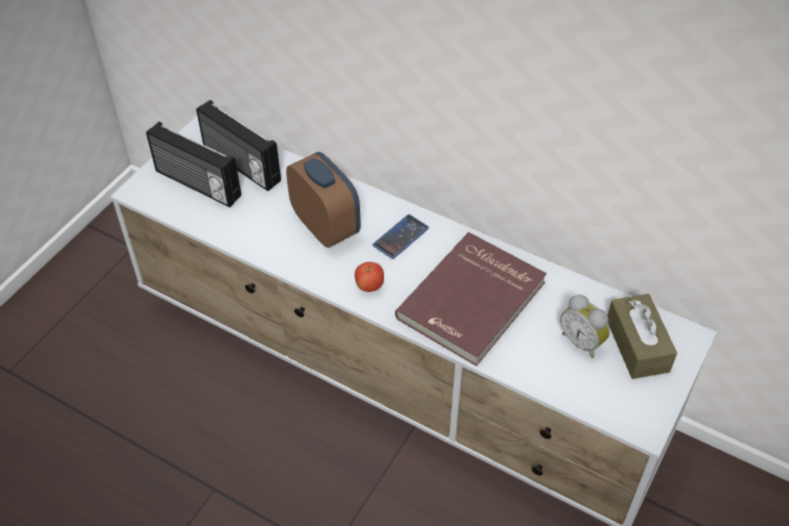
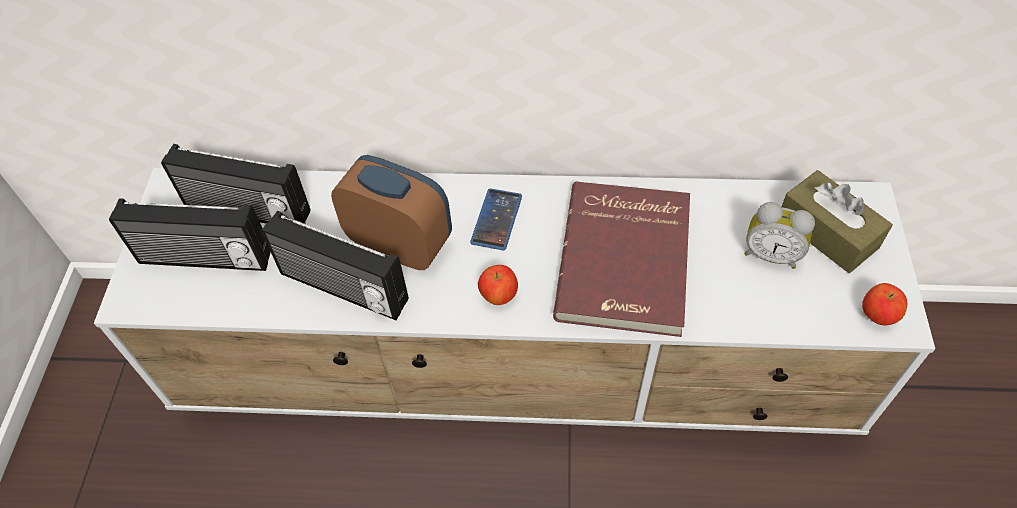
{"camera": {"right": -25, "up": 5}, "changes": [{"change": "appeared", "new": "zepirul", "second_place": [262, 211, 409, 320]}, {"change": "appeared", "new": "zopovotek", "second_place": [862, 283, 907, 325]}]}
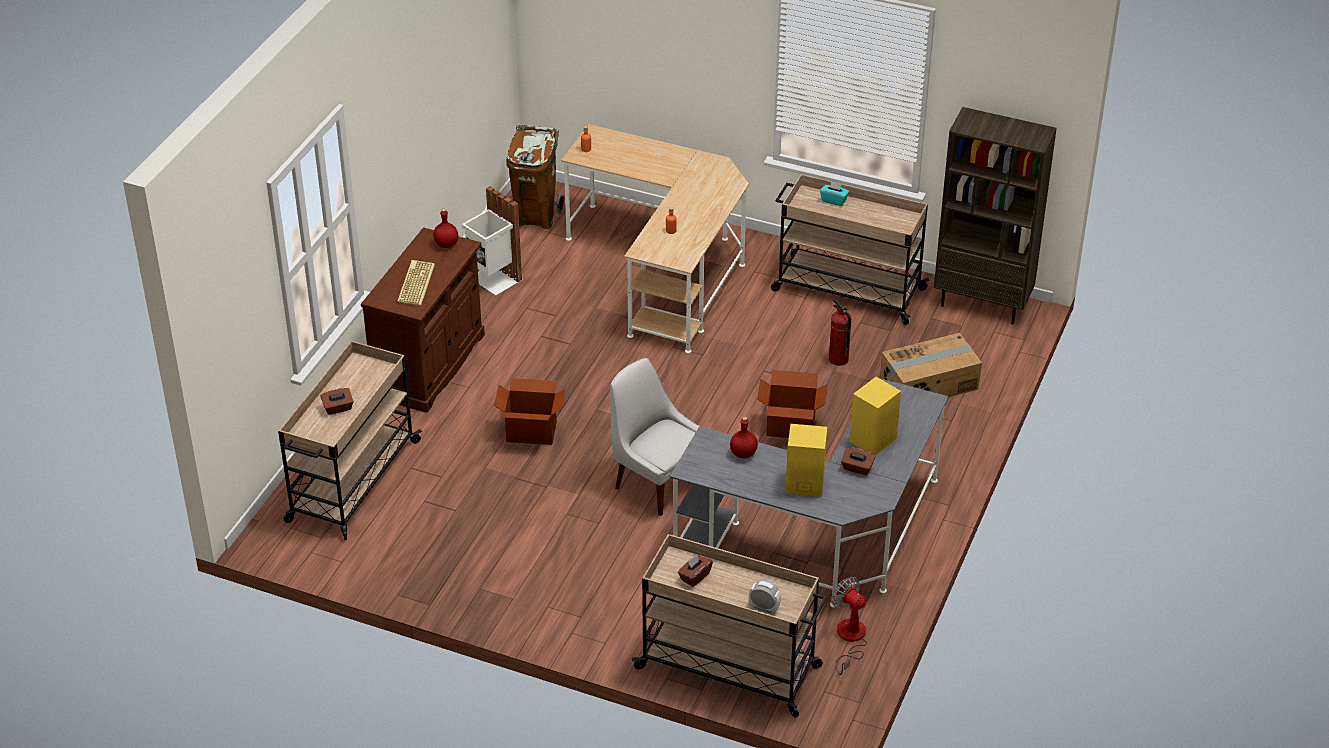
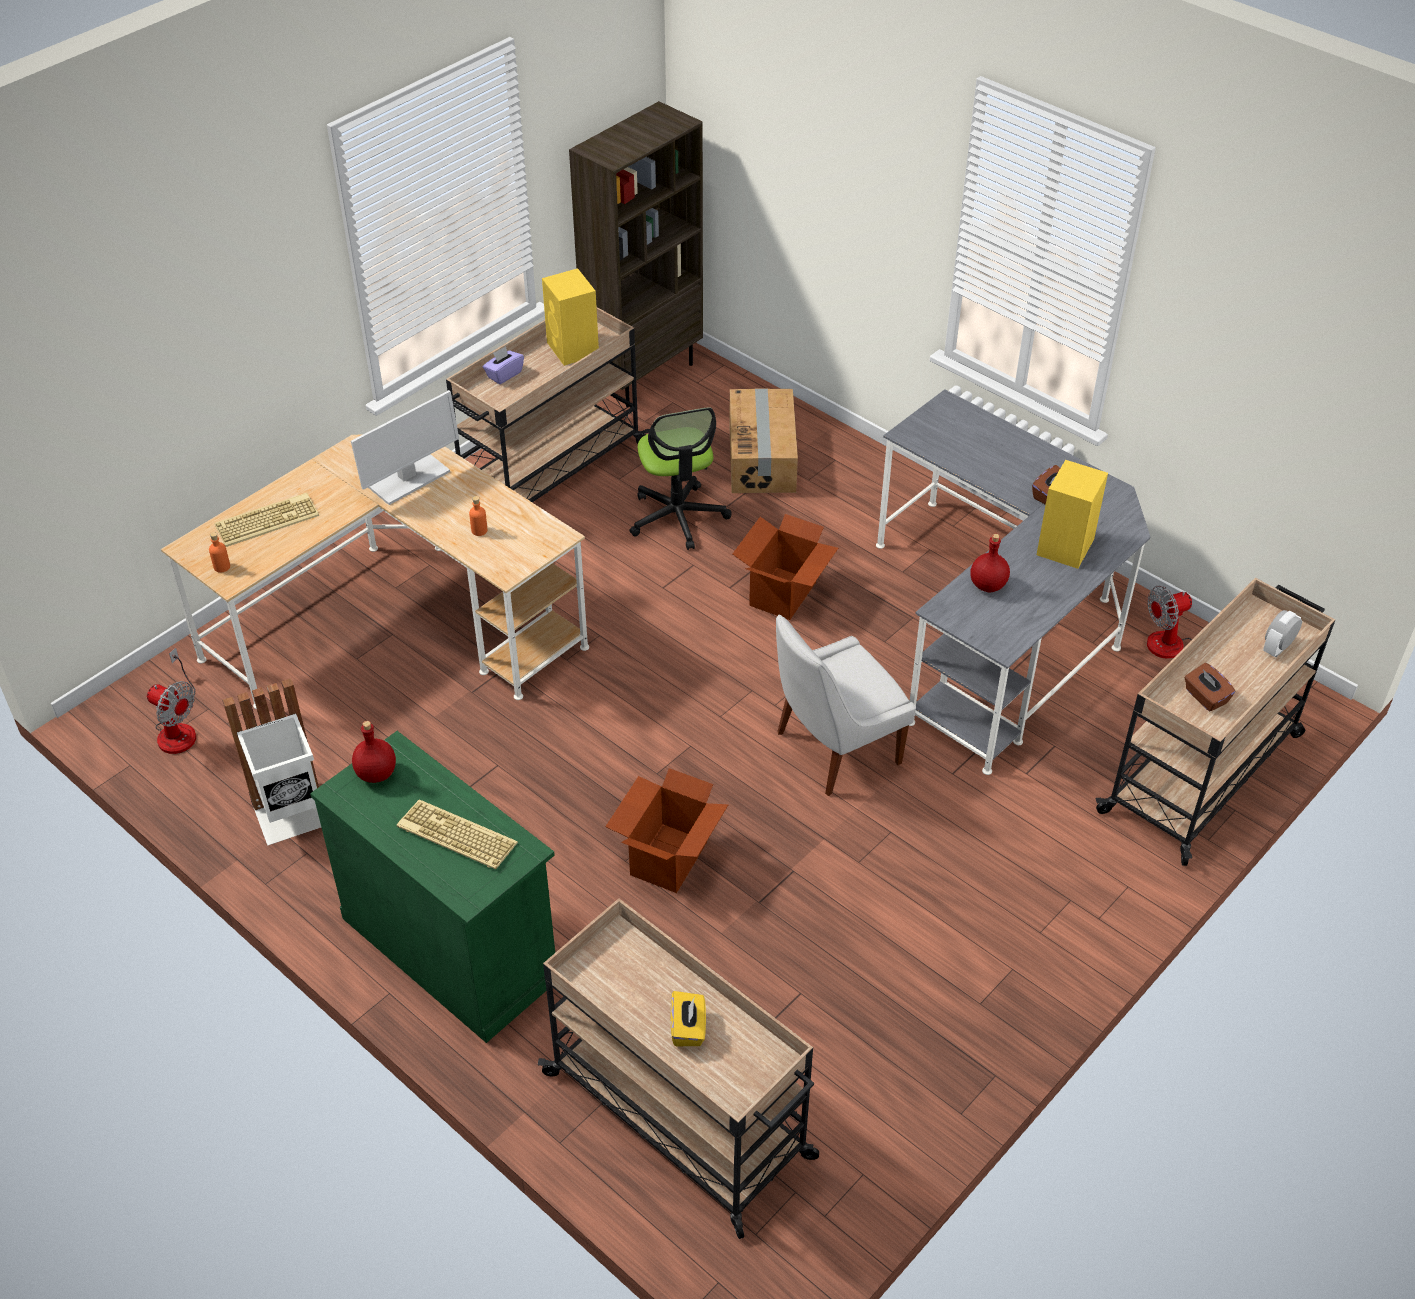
{"camera": {"right": -70, "up": 5}, "changes": [{"change": "appeared", "new": "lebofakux", "second_place": [214, 493, 319, 547]}, {"change": "appeared", "new": "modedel", "second_place": [351, 390, 459, 505]}, {"change": "relocated", "old": "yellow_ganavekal", "first_place": [850, 377, 901, 455], "second_place": [542, 268, 599, 366]}, {"change": "exchanged", "old": "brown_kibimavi", "new": "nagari", "first_place": [506, 125, 564, 229], "second_place": [147, 647, 196, 754]}, {"change": "exchanged", "old": "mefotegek", "new": "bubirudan", "first_place": [829, 298, 851, 366], "second_place": [629, 407, 731, 550]}, {"change": "colour", "old": "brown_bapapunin", "new": "yellow_bapapunin", "first_place": [320, 388, 354, 415], "second_place": [671, 991, 706, 1046]}, {"change": "colour", "old": "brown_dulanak", "new": "green_dulanak", "first_place": [361, 227, 485, 413], "second_place": [310, 731, 555, 1043]}, {"change": "colour", "old": "turquoise_bapapunin", "new": "purple_bapapunin", "first_place": [820, 181, 850, 206], "second_place": [483, 346, 524, 384]}]}
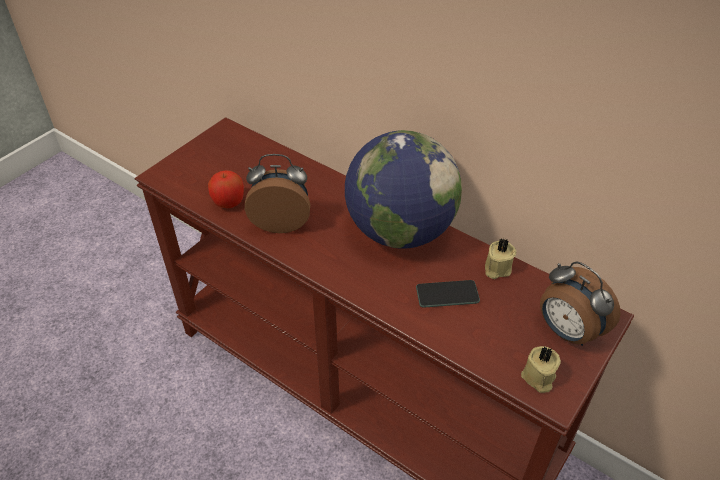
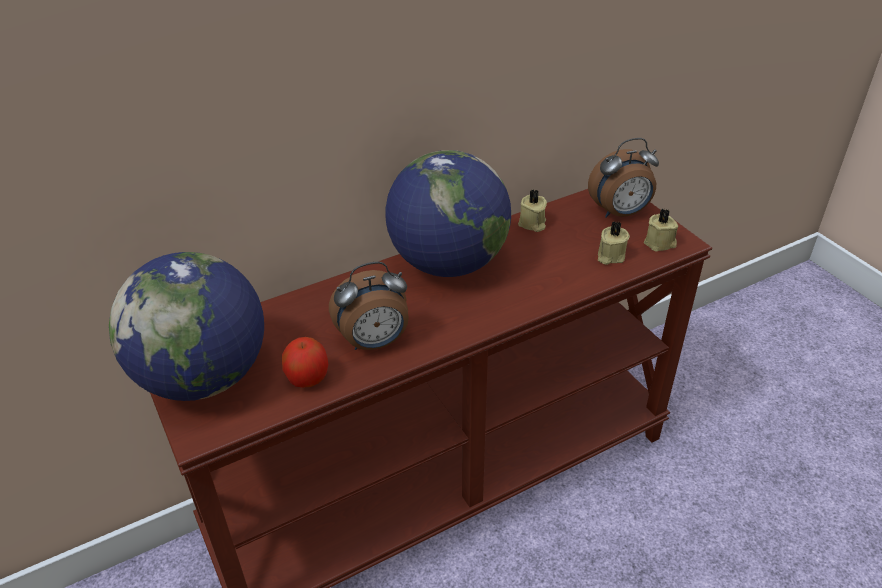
{"camera": {"right": -65, "up": -5}, "changes": [{"change": "missing", "old": "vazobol", "first_place": [416, 280, 480, 308]}, {"change": "appeared", "new": "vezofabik", "second_place": [109, 252, 264, 401]}, {"change": "appeared", "new": "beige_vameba", "second_place": [598, 221, 630, 265]}, {"change": "spun", "old": "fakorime", "first_place": [245, 154, 310, 233], "second_place": [329, 261, 409, 350], "degrees": -135}]}
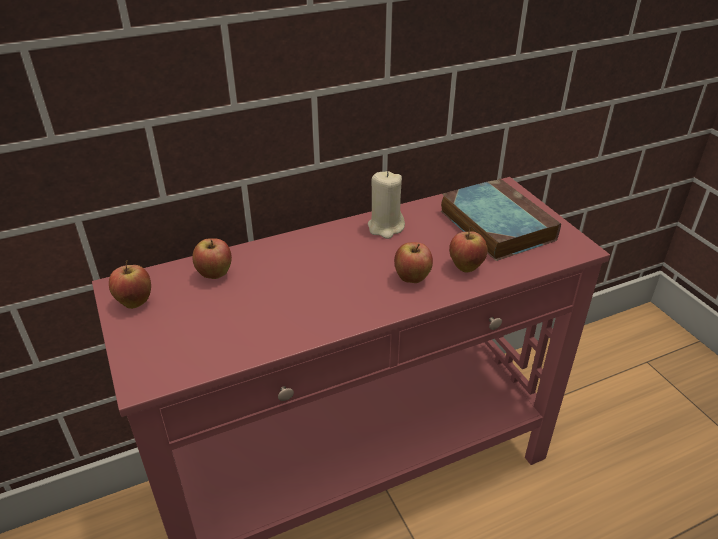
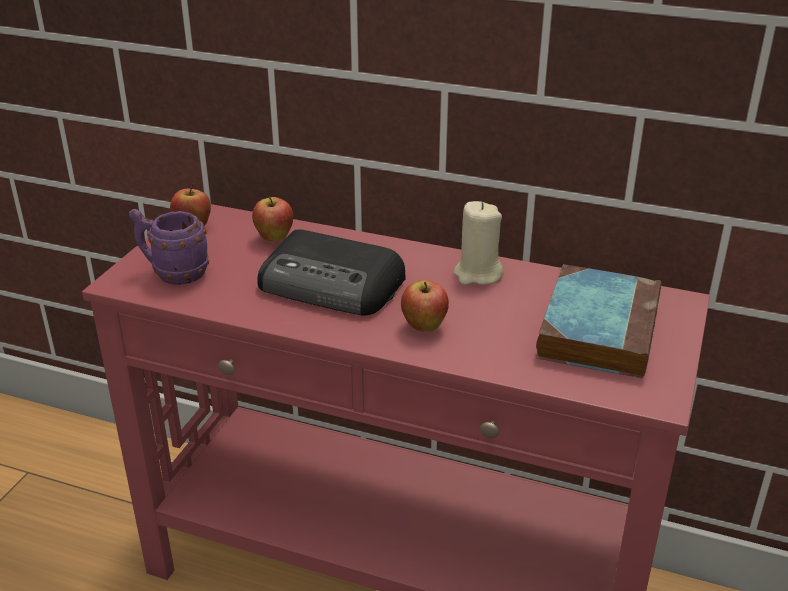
{"camera": {"right": 45, "up": -5}, "changes": [{"change": "missing", "old": "zopovotek", "first_place": [449, 227, 488, 273]}, {"change": "appeared", "new": "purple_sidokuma", "second_place": [129, 209, 209, 285]}, {"change": "appeared", "new": "zepirul", "second_place": [257, 229, 406, 316]}]}
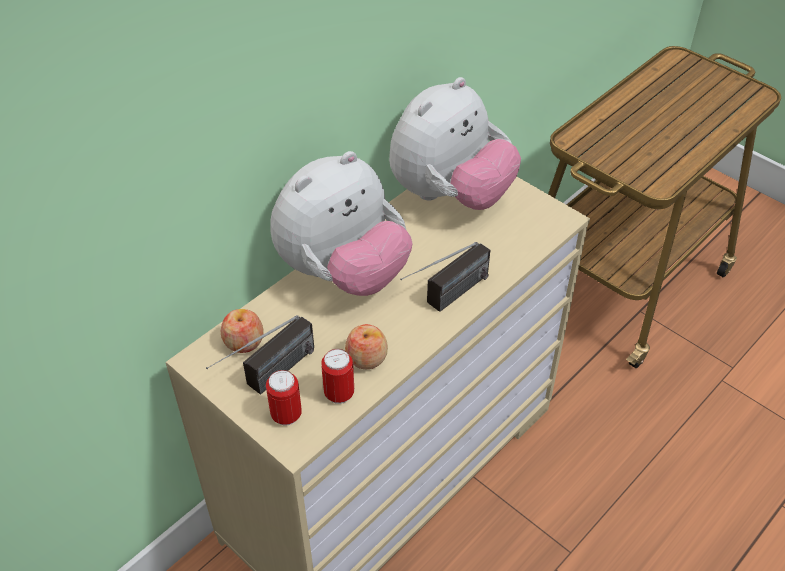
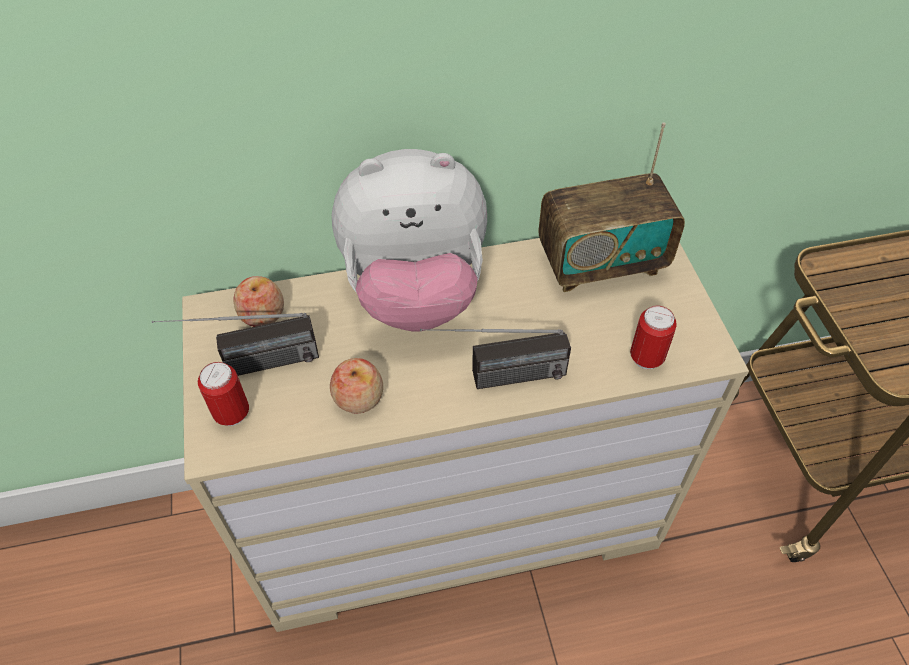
{"camera": {"right": 35, "up": 5}, "changes": [{"change": "relocated", "old": "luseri", "first_place": [321, 349, 354, 404], "second_place": [630, 306, 677, 369]}, {"change": "exchanged", "old": "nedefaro", "new": "zepirul", "first_place": [389, 77, 521, 210], "second_place": [538, 122, 685, 292]}]}
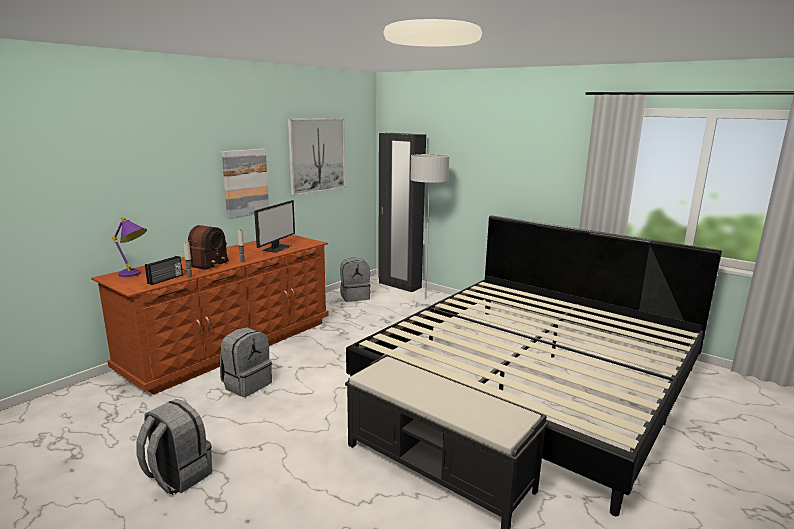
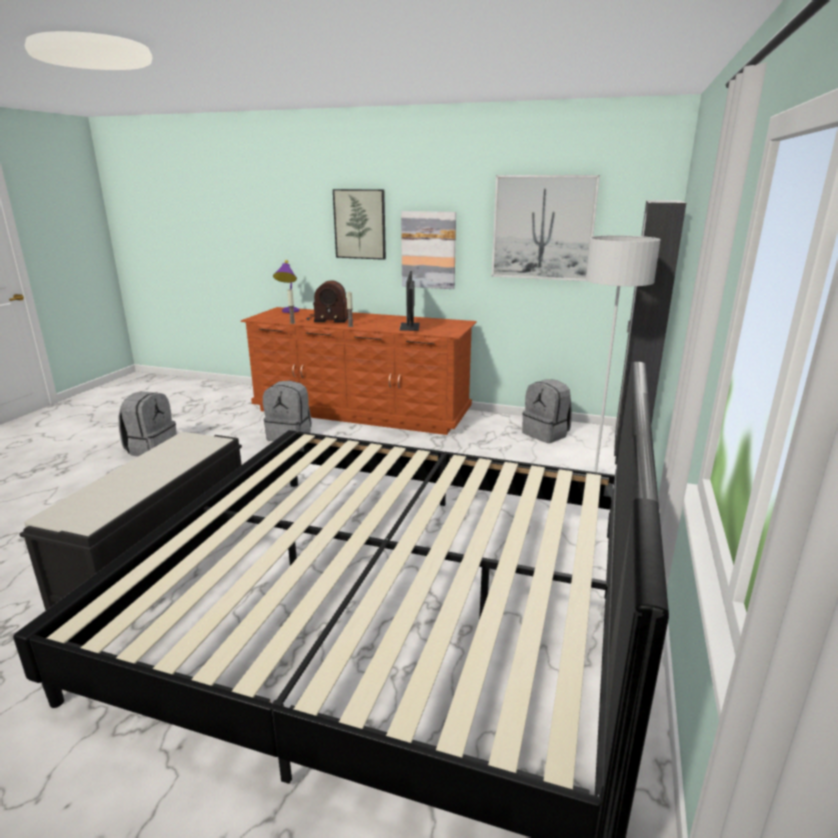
{"camera": {"right": 70, "up": 5}, "changes": [{"change": "missing", "old": "zepirul", "first_place": [145, 256, 183, 285]}, {"change": "appeared", "new": "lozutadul", "second_place": [333, 189, 386, 260]}, {"change": "spun", "old": "modedel", "first_place": [254, 200, 295, 253], "second_place": [399, 271, 420, 331], "degrees": 90}]}
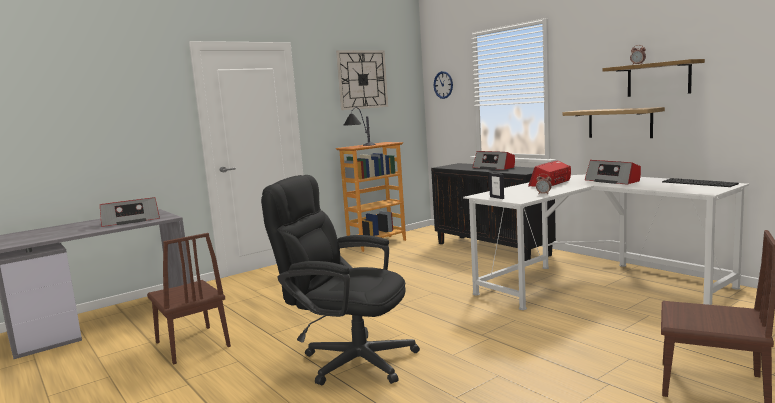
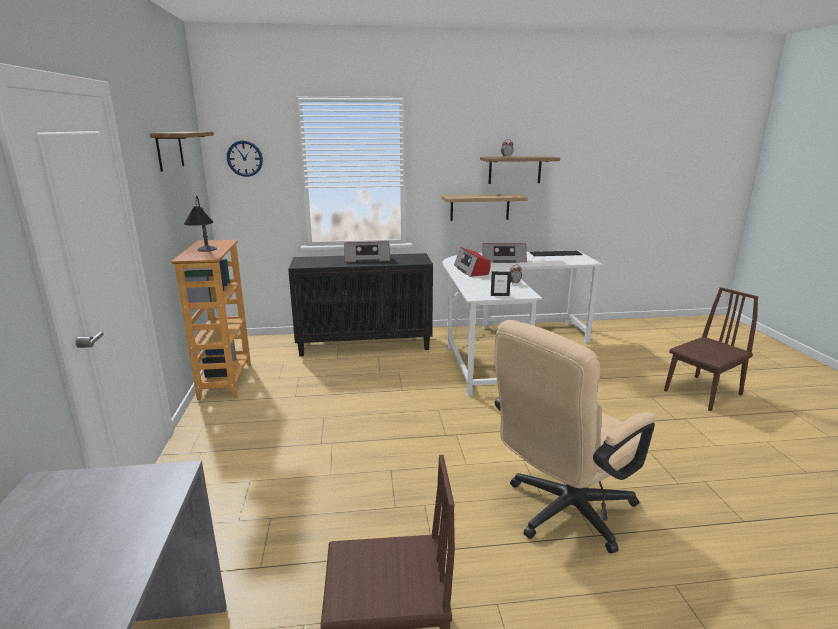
{"camera": {"right": -60, "up": 10}, "changes": [{"change": "missing", "old": "zepirul", "first_place": [100, 197, 160, 227]}, {"change": "exchanged", "old": "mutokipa", "new": "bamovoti", "first_place": [336, 51, 388, 110], "second_place": [150, 132, 214, 172]}, {"change": "colour", "old": "black_bubirudan", "new": "beige_bubirudan", "first_place": [261, 175, 420, 385], "second_place": [494, 320, 655, 554]}]}
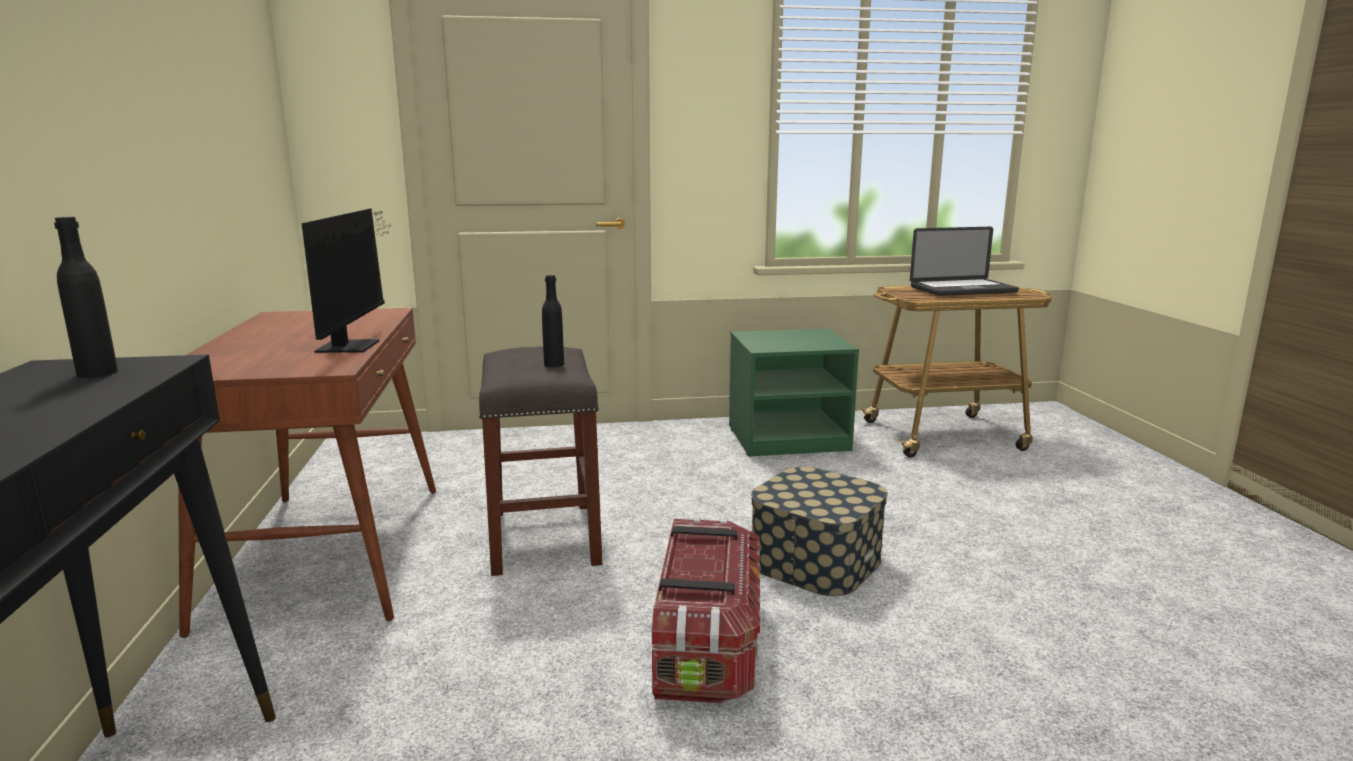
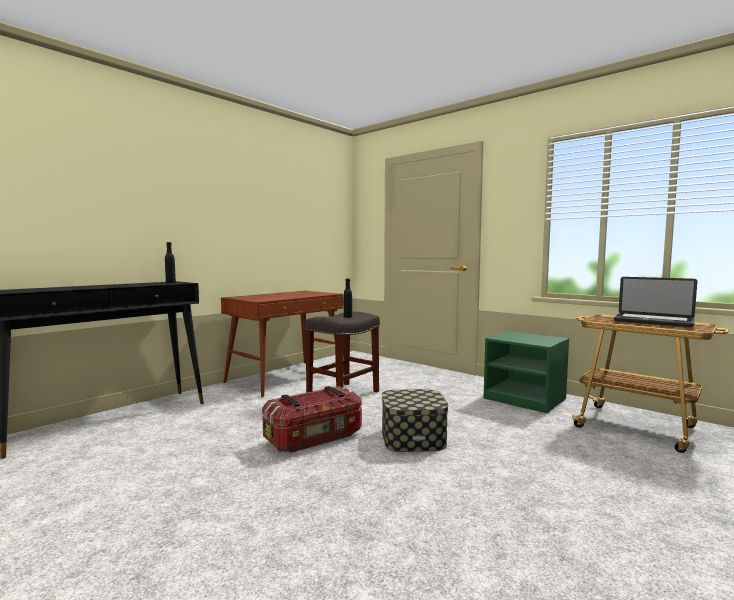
{"camera": {"right": 50, "up": -10}, "changes": [{"change": "missing", "old": "modedel", "first_place": [302, 208, 389, 353]}]}
